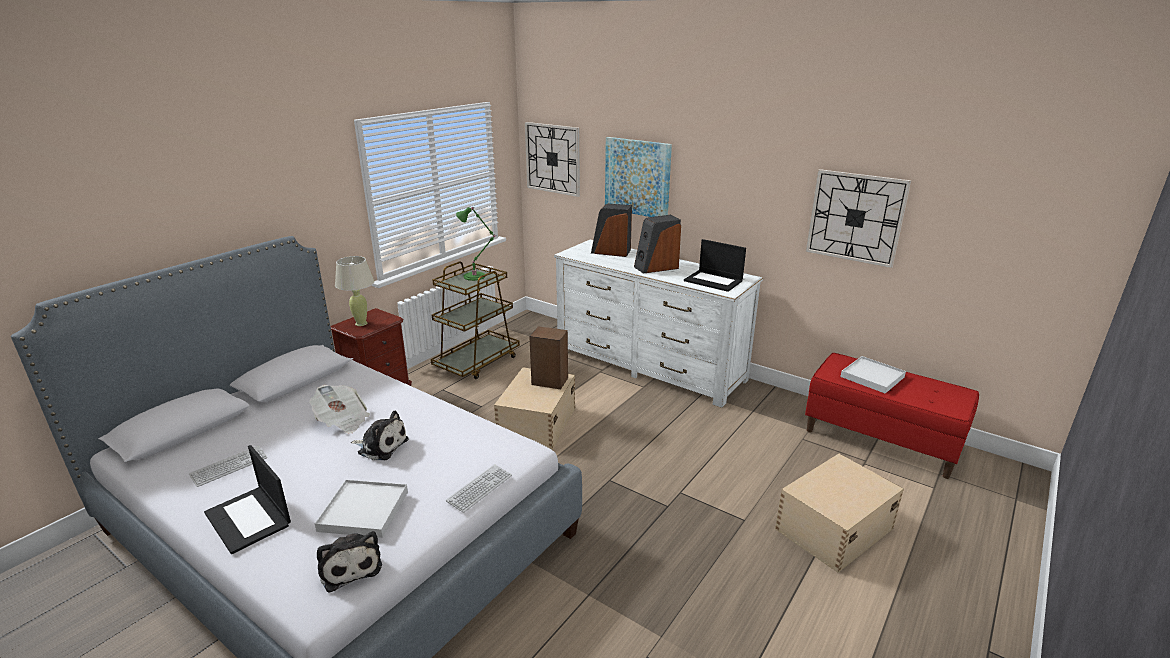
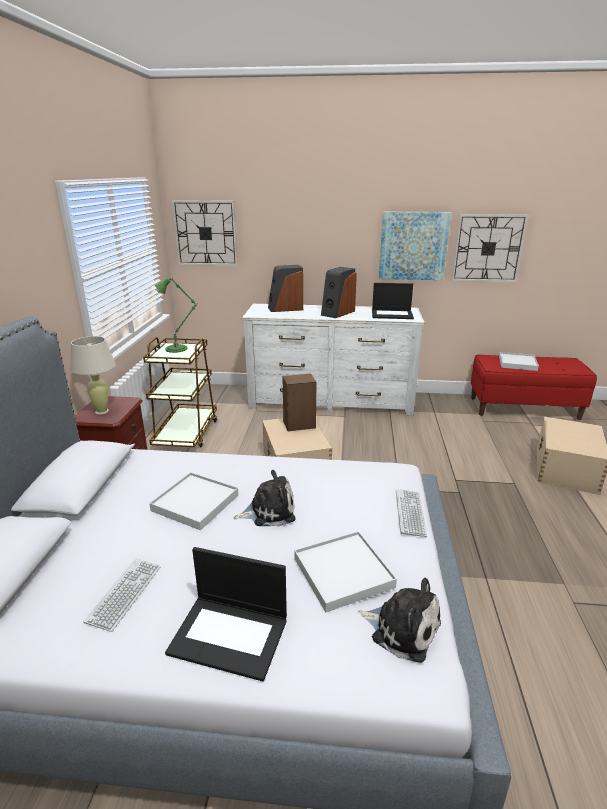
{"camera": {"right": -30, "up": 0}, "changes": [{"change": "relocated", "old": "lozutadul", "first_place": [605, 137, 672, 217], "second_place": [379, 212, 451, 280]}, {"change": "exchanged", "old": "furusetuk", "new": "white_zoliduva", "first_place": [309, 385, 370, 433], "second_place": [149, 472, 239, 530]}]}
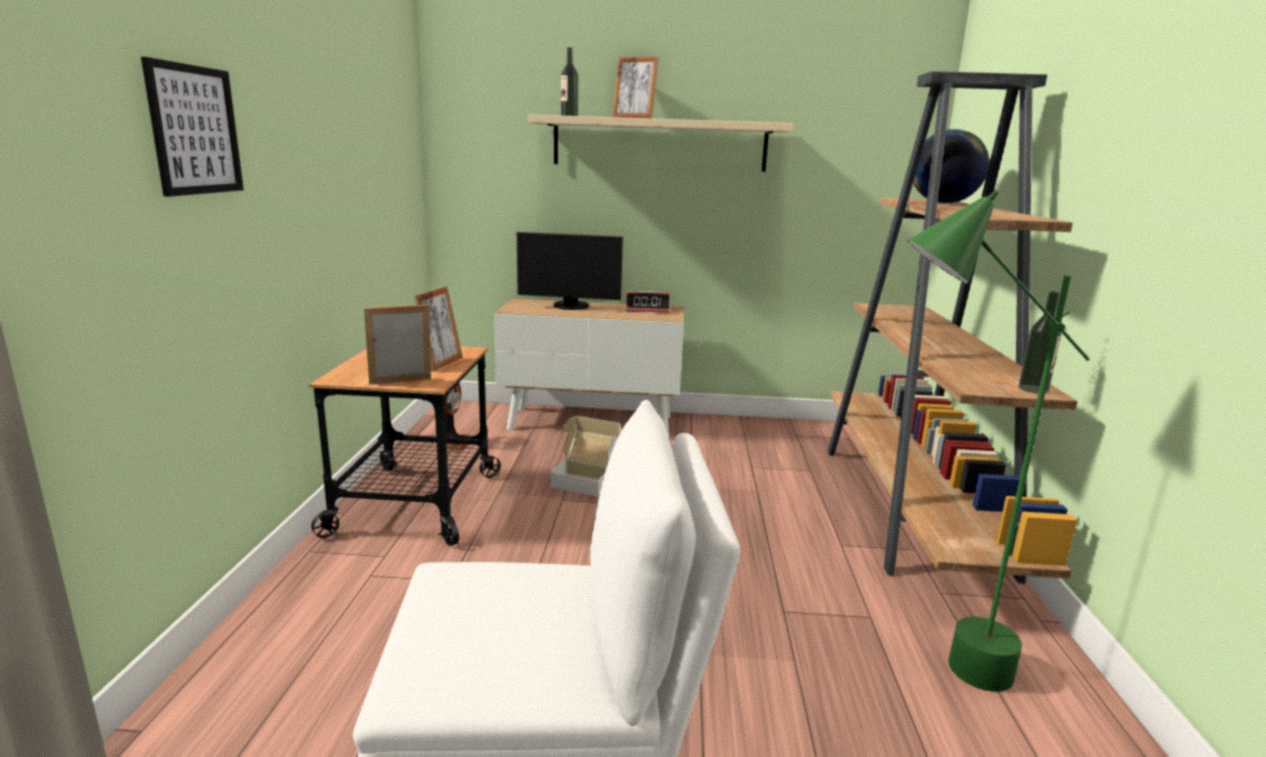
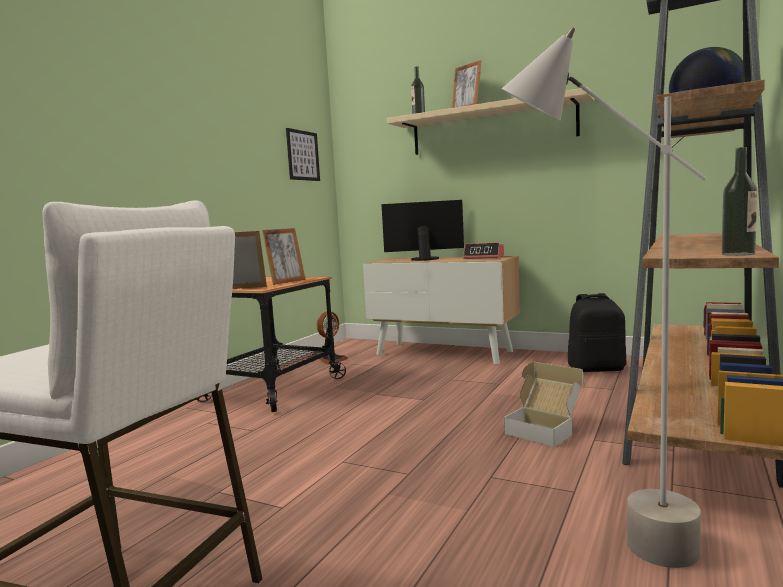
{"camera": {"right": 25, "up": -10}, "changes": [{"change": "appeared", "new": "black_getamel", "second_place": [568, 293, 627, 372]}, {"change": "relocated", "old": "lozutadul", "first_place": [141, 57, 244, 197], "second_place": [286, 128, 320, 181]}, {"change": "relocated", "old": "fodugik", "first_place": [550, 415, 622, 497], "second_place": [504, 362, 584, 447]}, {"change": "colour", "old": "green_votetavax", "new": "grey_votetavax", "first_place": [907, 190, 1090, 692], "second_place": [502, 27, 707, 568]}, {"change": "spun", "old": "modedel", "first_place": [517, 232, 623, 310], "second_place": [381, 200, 464, 261], "degrees": 150}]}
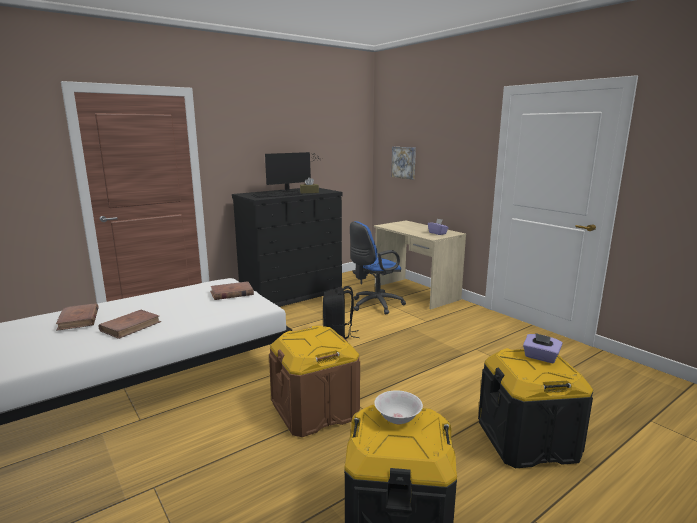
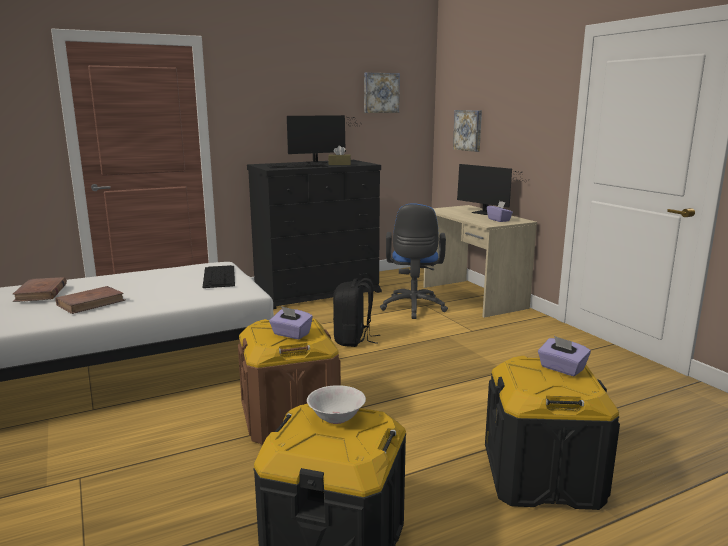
{"camera": {"right": 10, "up": 0}, "changes": [{"change": "appeared", "new": "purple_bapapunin", "second_place": [269, 307, 313, 339]}, {"change": "appeared", "new": "lozutadul", "second_place": [364, 72, 400, 113]}, {"change": "appeared", "new": "modedel", "second_place": [457, 164, 527, 215]}, {"change": "exchanged", "old": "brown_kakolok", "new": "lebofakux", "first_place": [210, 281, 254, 300], "second_place": [202, 265, 235, 288]}, {"change": "spun", "old": "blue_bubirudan", "first_place": [350, 221, 406, 314], "second_place": [380, 203, 448, 319], "degrees": -60}]}
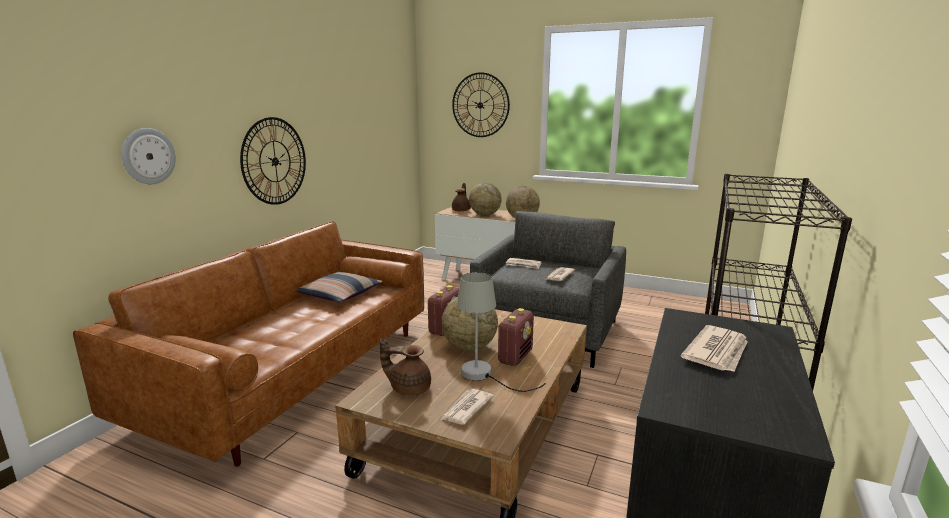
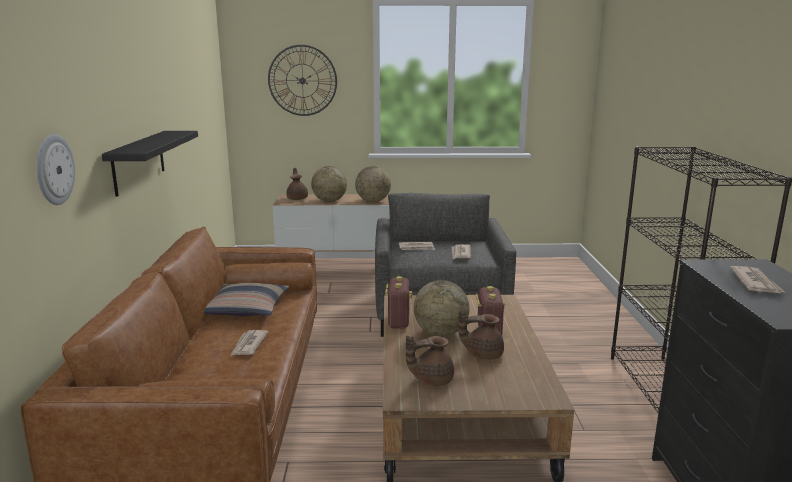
{"camera": {"right": -25, "up": 0}, "changes": [{"change": "relocated", "old": "furusetuk", "first_place": [441, 389, 494, 425], "second_place": [231, 330, 268, 356]}, {"change": "exchanged", "old": "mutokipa", "new": "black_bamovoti", "first_place": [240, 117, 306, 205], "second_place": [102, 131, 198, 197]}, {"change": "exchanged", "old": "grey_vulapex", "new": "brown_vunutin", "first_place": [457, 272, 546, 392], "second_place": [458, 309, 504, 360]}]}
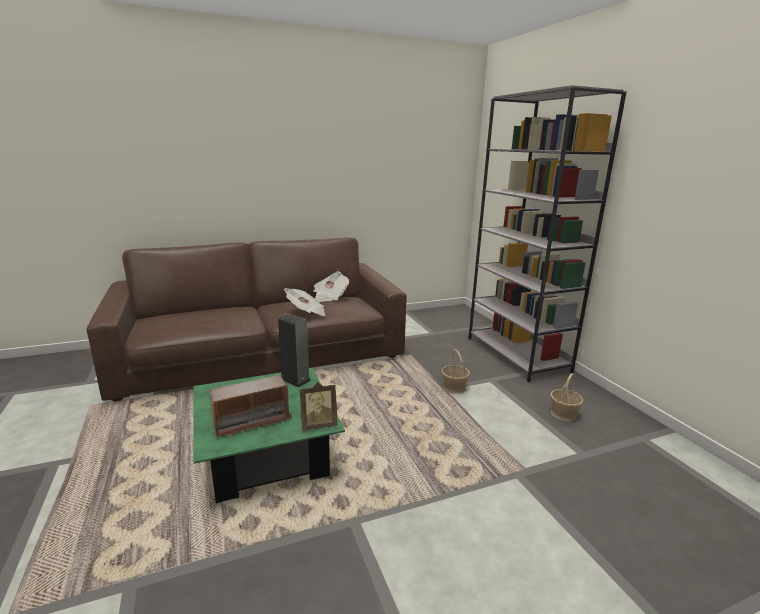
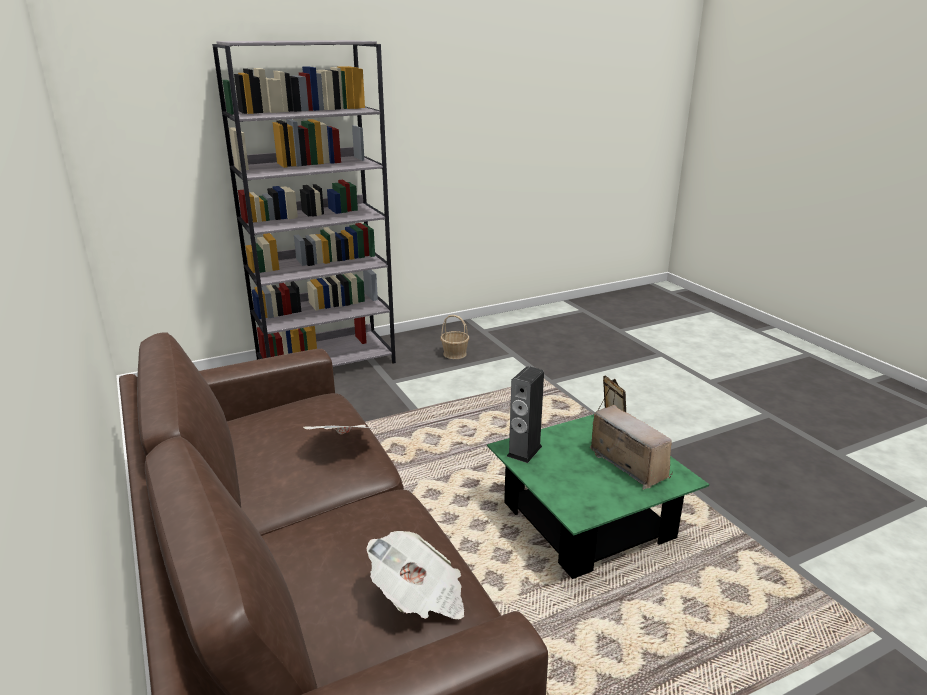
{"camera": {"right": -95, "up": 5}, "changes": [{"change": "missing", "old": "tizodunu", "first_place": [441, 349, 470, 394]}, {"change": "relocated", "old": "furusetuk", "first_place": [313, 271, 349, 302], "second_place": [367, 531, 464, 619]}]}
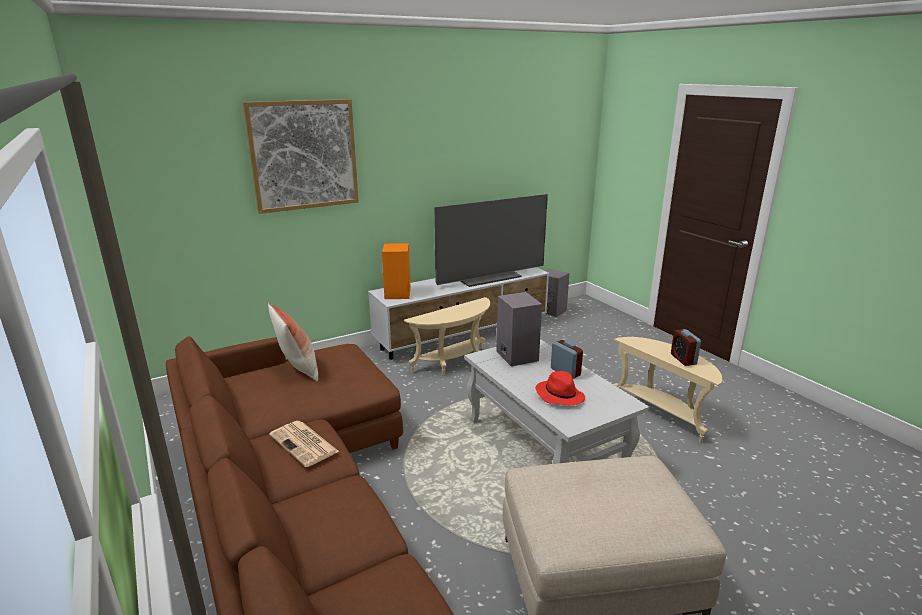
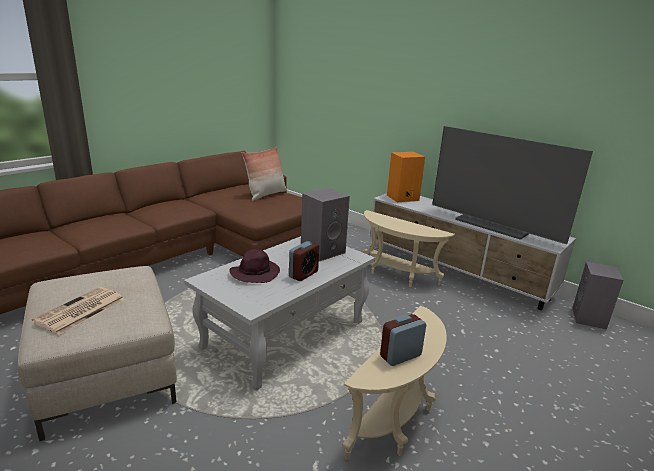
{"camera": {"right": 70, "up": 0}, "changes": [{"change": "missing", "old": "lozutadul", "first_place": [243, 99, 359, 214]}, {"change": "relocated", "old": "furusetuk", "first_place": [269, 421, 339, 467], "second_place": [32, 287, 125, 335]}, {"change": "colour", "old": "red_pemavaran", "new": "purple_pemavaran", "first_place": [536, 371, 585, 405], "second_place": [230, 249, 280, 283]}]}
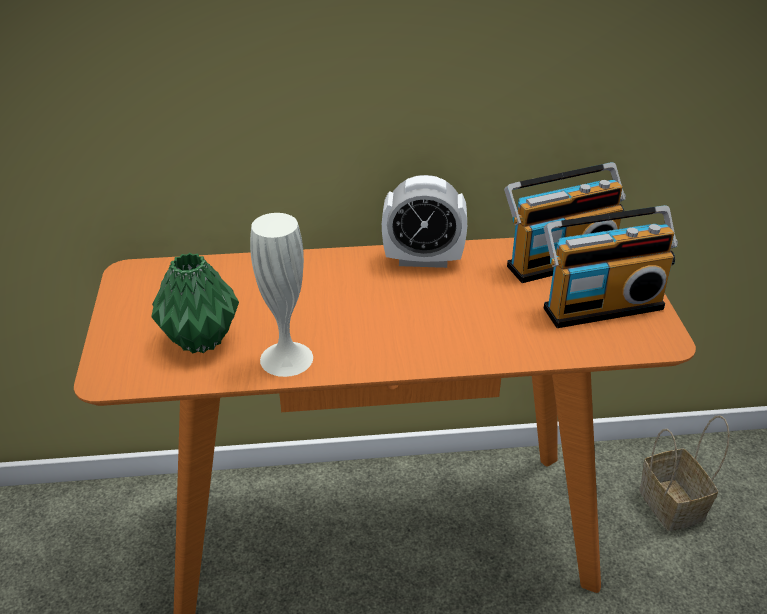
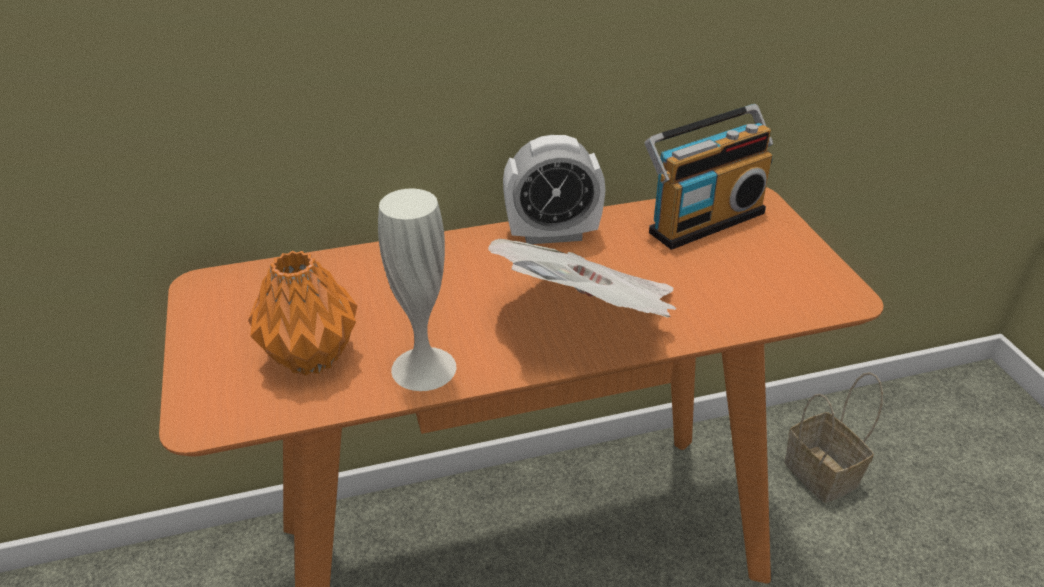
{"camera": {"right": -10, "up": 0}, "changes": [{"change": "missing", "old": "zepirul", "first_place": [543, 205, 678, 328]}, {"change": "appeared", "new": "furusetuk", "second_place": [488, 239, 677, 318]}, {"change": "colour", "old": "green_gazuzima", "new": "orange_gazuzima", "first_place": [151, 253, 239, 354], "second_place": [248, 251, 357, 376]}]}
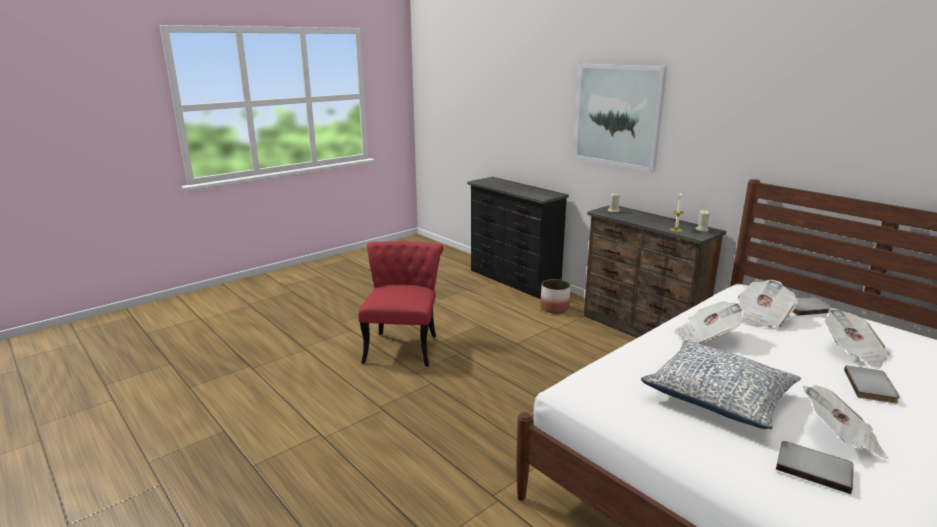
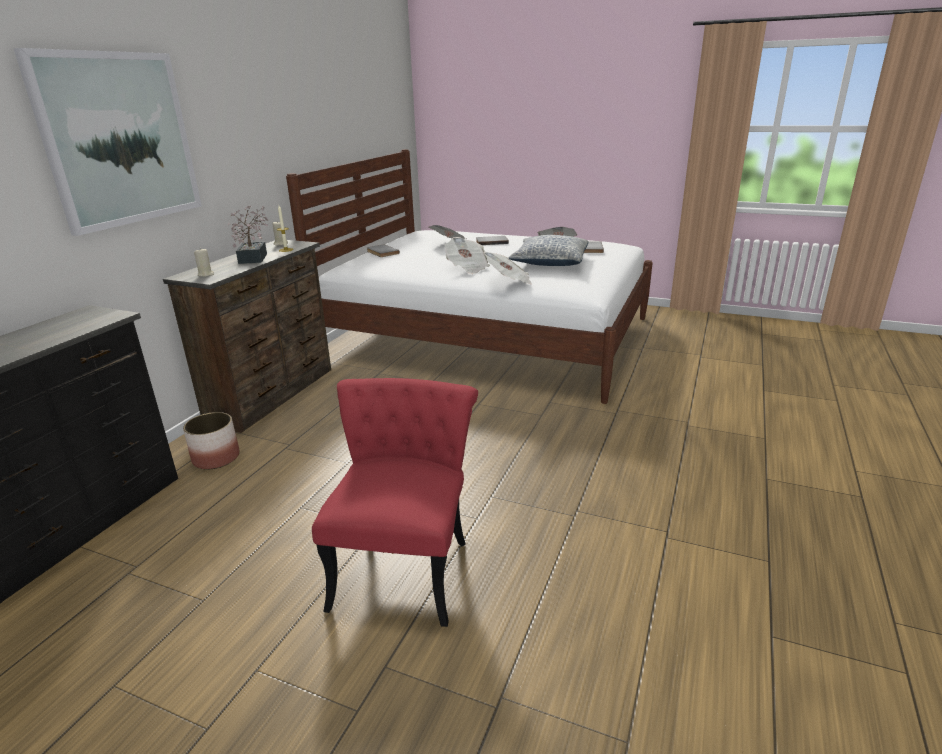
{"camera": {"right": -115, "up": 5}, "changes": [{"change": "appeared", "new": "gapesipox", "second_place": [227, 205, 268, 264]}, {"change": "relocated", "old": "furusetuk", "first_place": [738, 280, 798, 328], "second_place": [483, 252, 532, 284]}, {"change": "spun", "old": "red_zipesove", "first_place": [358, 241, 443, 367], "second_place": [312, 378, 478, 627], "degrees": 120}]}
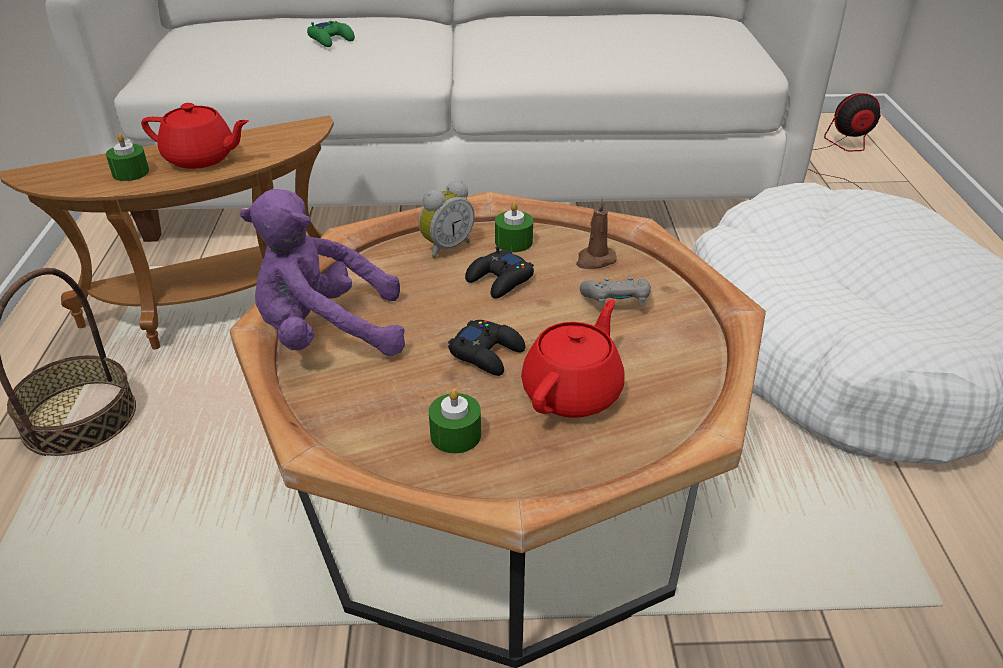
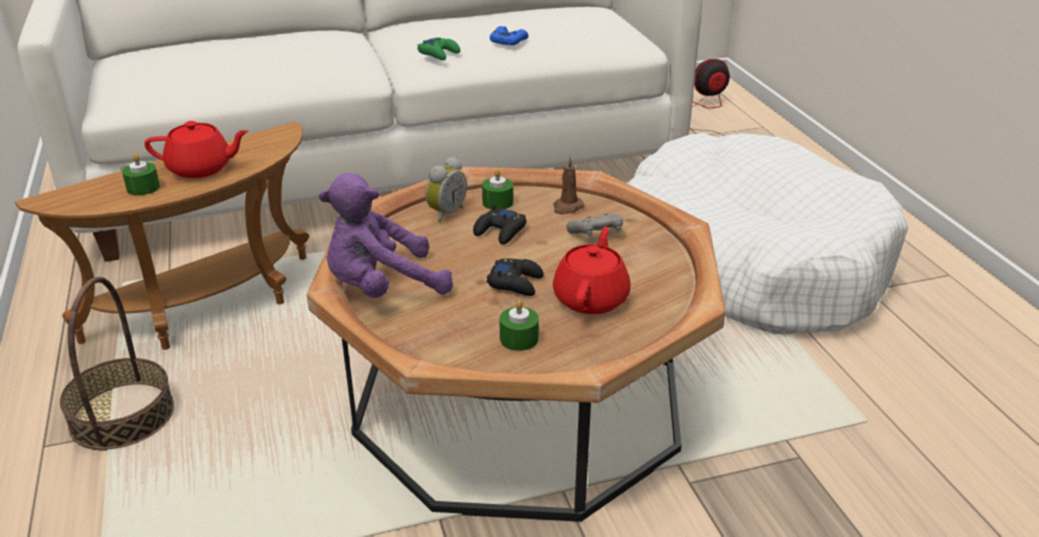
{"camera": {"right": -15, "up": -5}, "changes": [{"change": "appeared", "new": "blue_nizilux", "second_place": [490, 26, 528, 45]}, {"change": "relocated", "old": "green_nizilux", "first_place": [307, 21, 355, 47], "second_place": [417, 37, 460, 60]}]}
